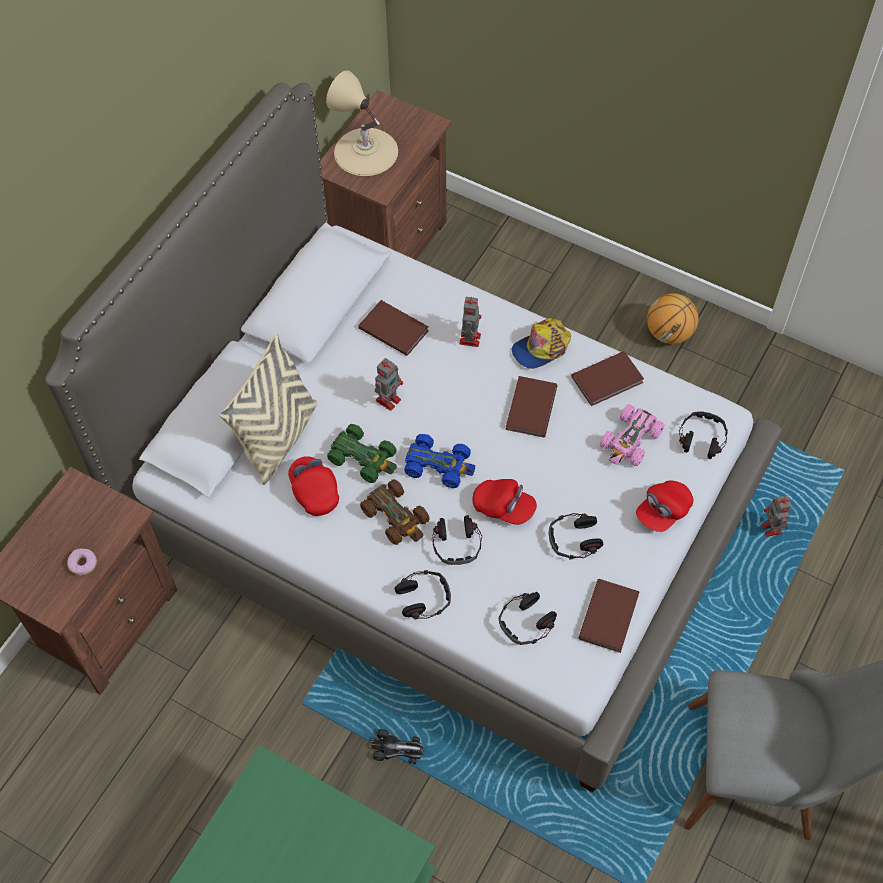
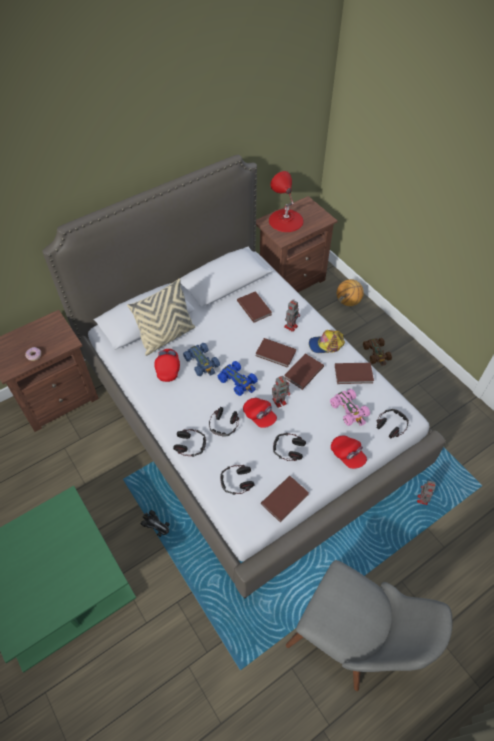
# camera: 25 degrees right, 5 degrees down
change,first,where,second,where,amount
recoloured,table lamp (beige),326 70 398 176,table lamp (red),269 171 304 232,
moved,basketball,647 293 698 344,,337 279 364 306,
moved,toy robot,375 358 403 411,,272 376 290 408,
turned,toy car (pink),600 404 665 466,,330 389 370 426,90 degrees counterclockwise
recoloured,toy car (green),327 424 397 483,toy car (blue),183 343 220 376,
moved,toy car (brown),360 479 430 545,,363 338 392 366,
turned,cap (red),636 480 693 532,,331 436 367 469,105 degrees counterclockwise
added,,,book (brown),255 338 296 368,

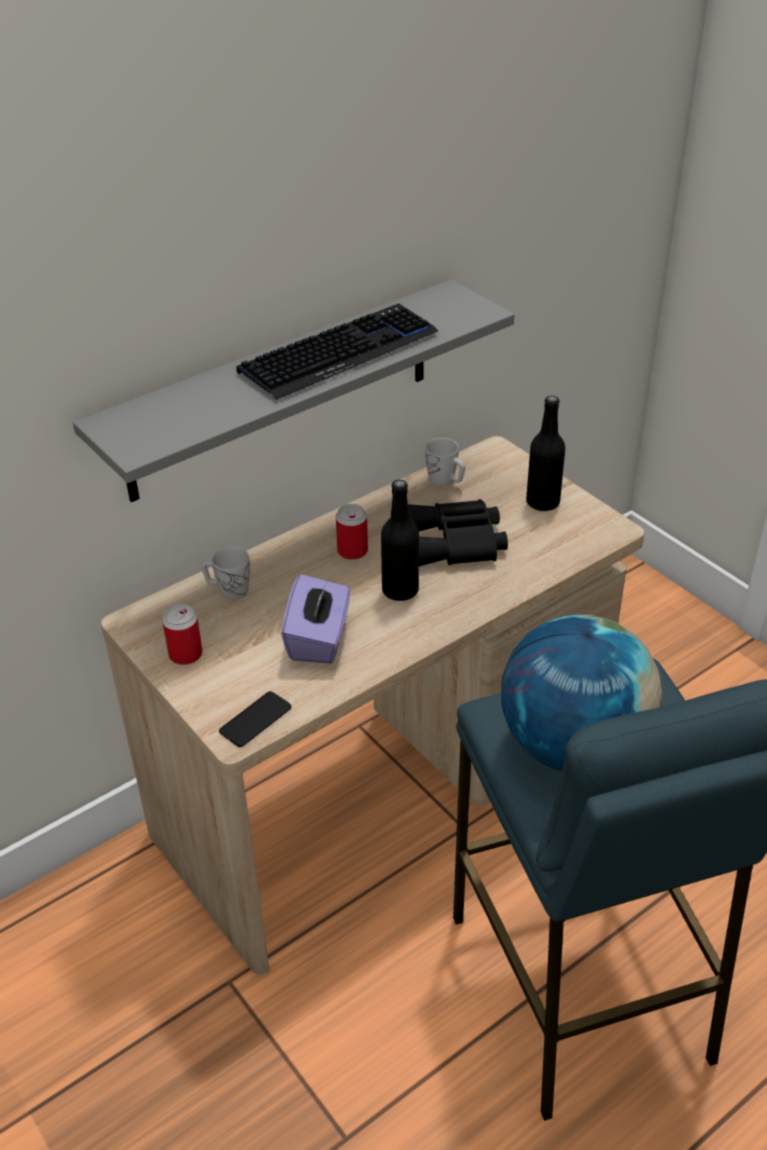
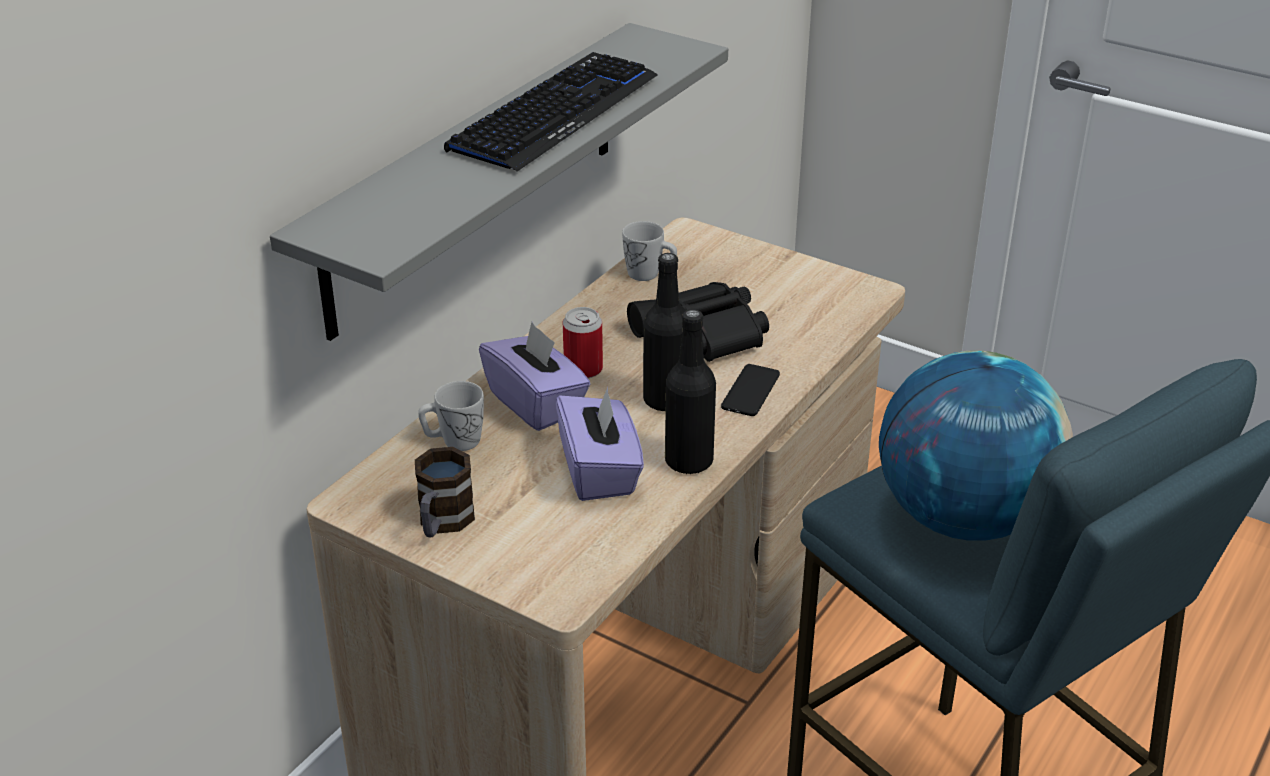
# camera: 20 degrees left, 5 degrees down
change,first,where,second,where,amount
moved,bottle (black),526 396 565 511,,665 309 716 474,
replaced,can,162 604 202 665,mug,415 447 475 537,
moved,phone,219 691 291 747,,721 364 780 416,
added,,,tissue box (purple),479 322 590 431,

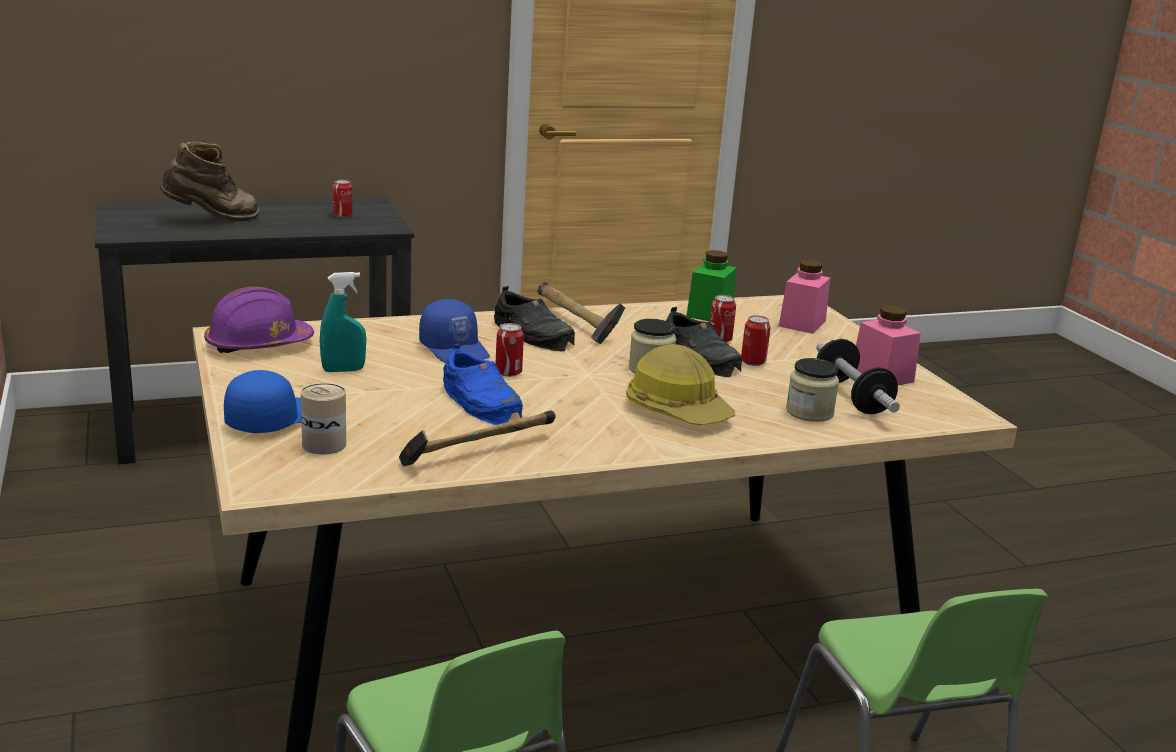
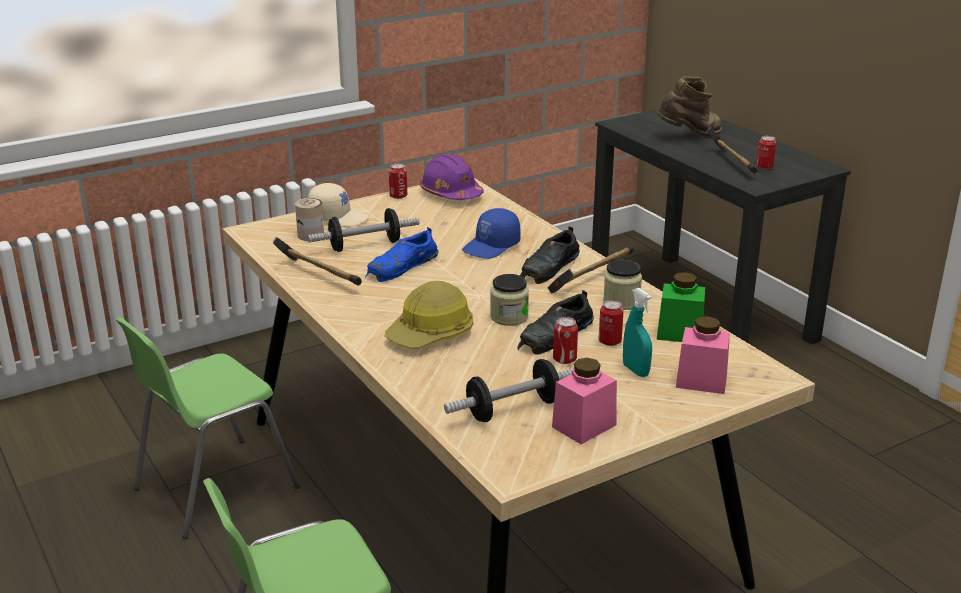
# camera: 80 degrees right, 5 degrees up
change,first,where,second,where,amount
turned,boot (brown),159 142 259 221,,656 76 722 136,75 degrees counterclockwise
moved,spray bottle (turquoise),320 272 366 372,,623 288 652 377,
moved,can,495 323 524 377,,389 163 407 199,
moved,jar,786 358 839 422,,603 260 642 310,
recoloured,cap (blue),224 370 301 433,cap (beige),308 183 369 227,
added,,,hammer,707 127 758 174,
added,,,dumbbell,307 208 419 252,

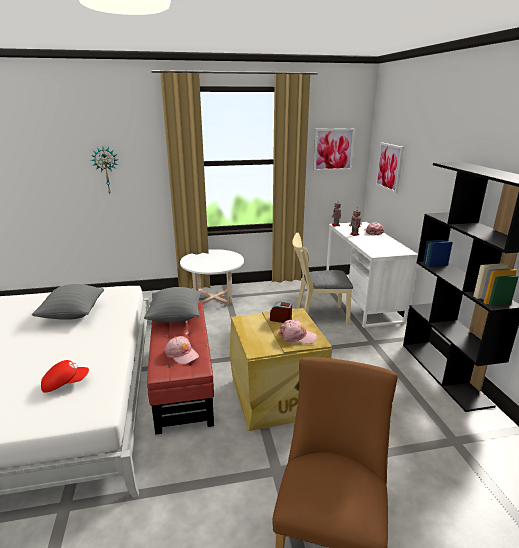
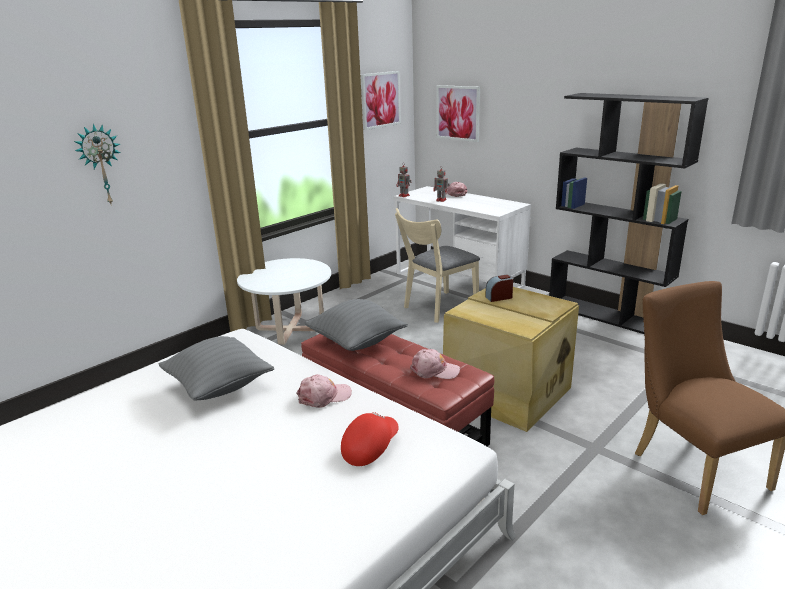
# camera: 35 degrees left, 0 degrees up
change,first,where,second,where,amount
moved,cap (pink),279 320 317 344,,296 374 352 408,

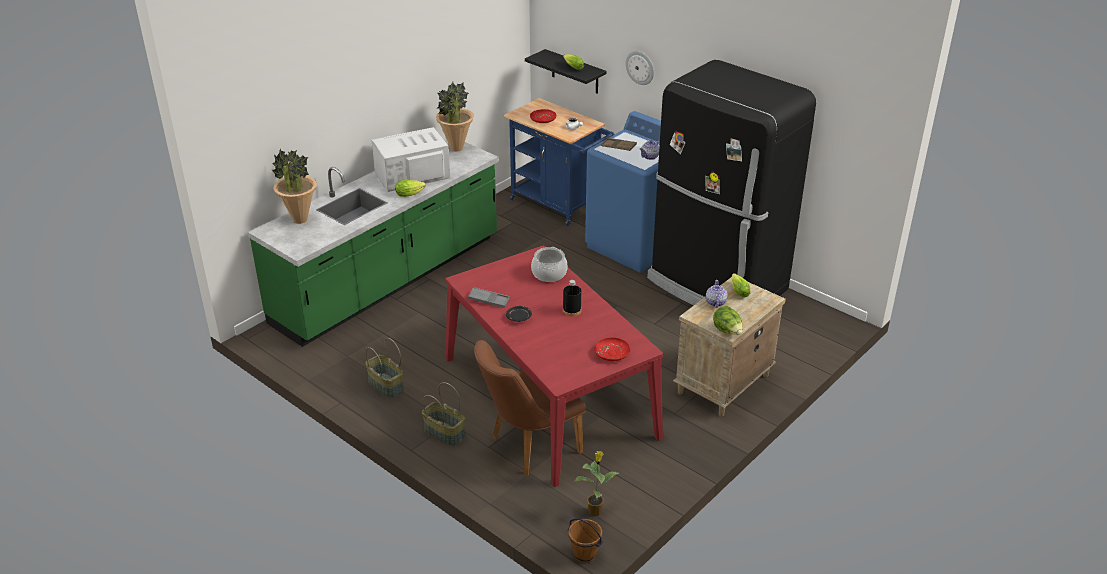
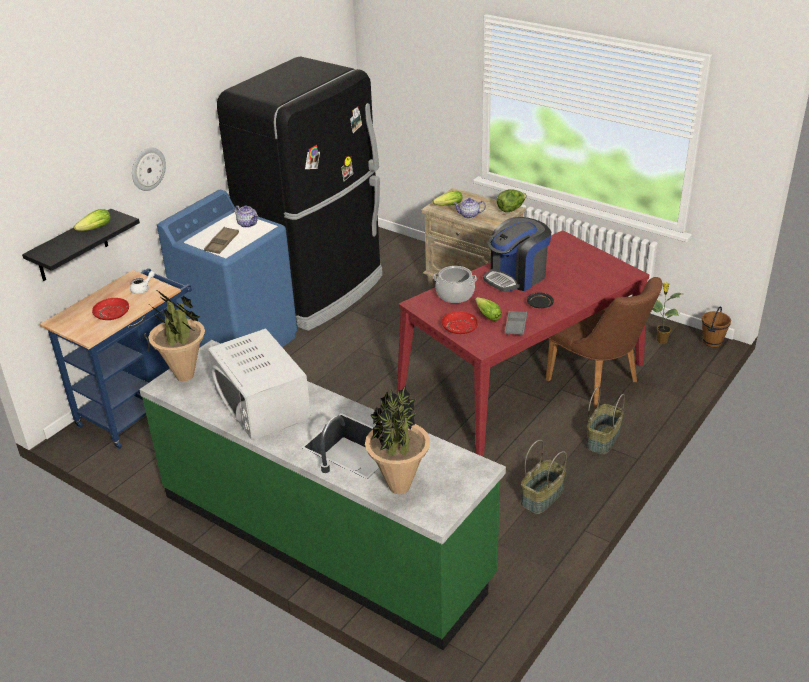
# camera: 95 degrees left, 0 degrees up
change,first,where,second,where,amount
moved,lettuce,395 180 425 197,,475 297 502 321,
replaced,bottle (black),563 280 581 316,coffee machine,483 217 551 292,
moved,plate (red),595 337 630 361,,442 311 478 334,

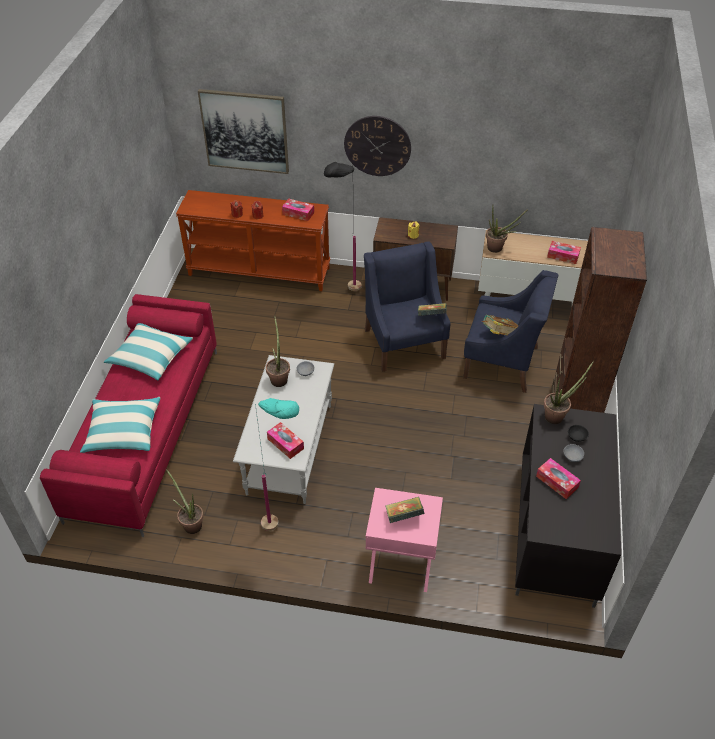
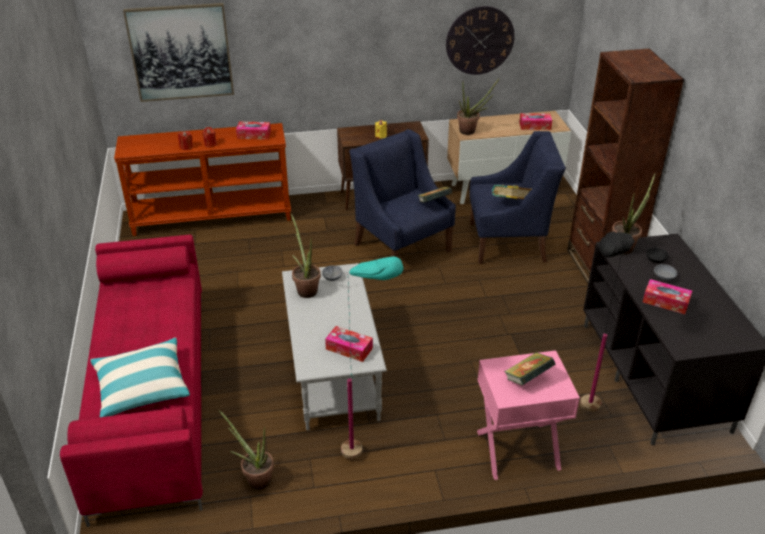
# camera: 20 degrees left, 10 degrees down
change,first,where,second,where,amount
moved,wall clock,344 116 411 176,,446 6 515 75,
moved,floor lamp (black),324 162 362 291,,580 230 635 412,
removed,pillow,104 323 193 380,,,

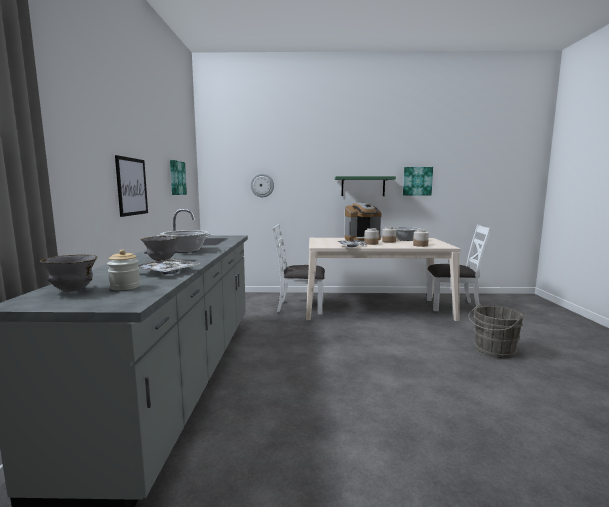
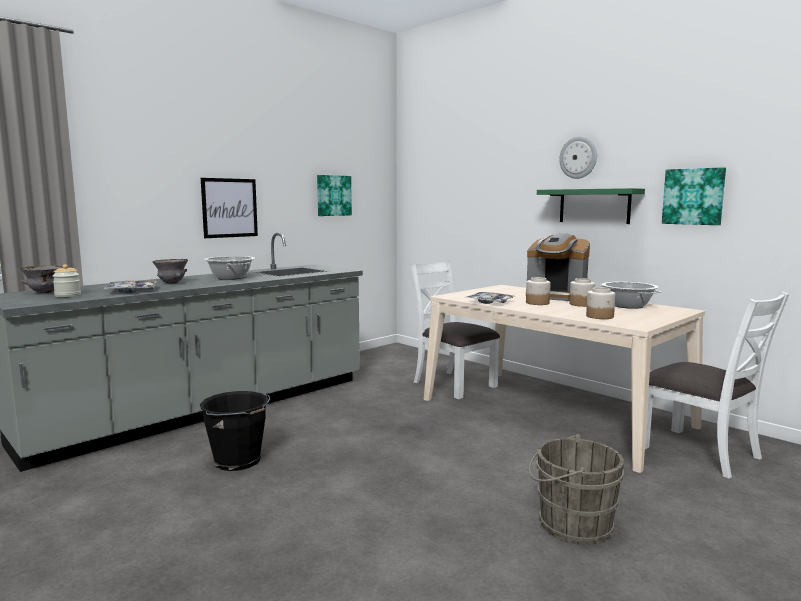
# camera: 45 degrees right, 0 degrees up
change,first,where,second,where,amount
moved,wall clock,250 173 274 197,,559 136 597 179,
added,,,bucket (black),200 391 271 471,

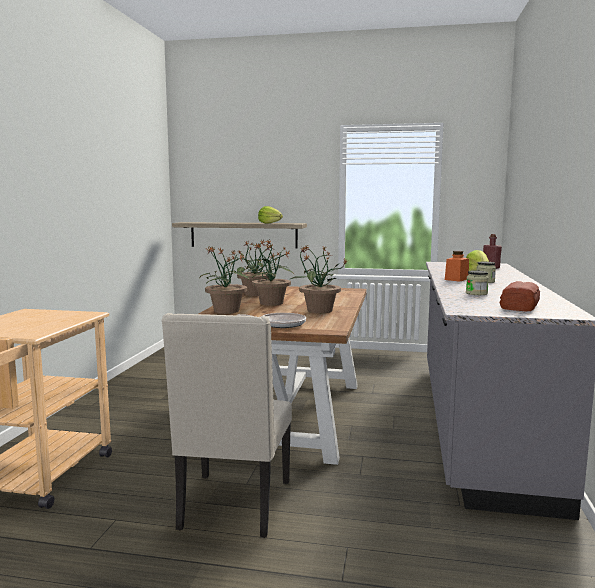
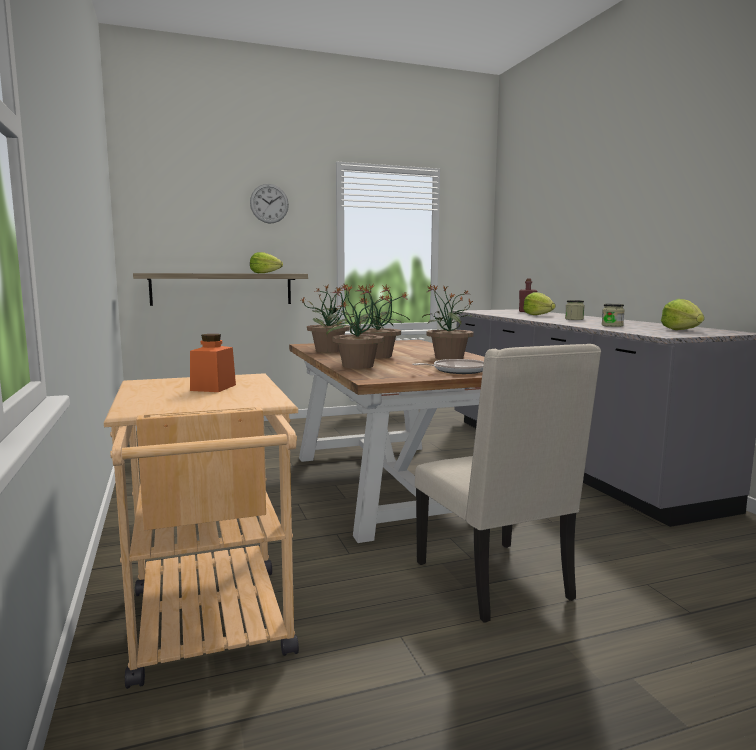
# camera: 30 degrees left, 0 degrees up
change,first,where,second,where,amount
moved,jar (orange),445 251 469 282,,190 334 236 392,
replaced,bread,500 281 540 311,lettuce,661 299 704 330,
added,,,wall clock,250 184 289 224,

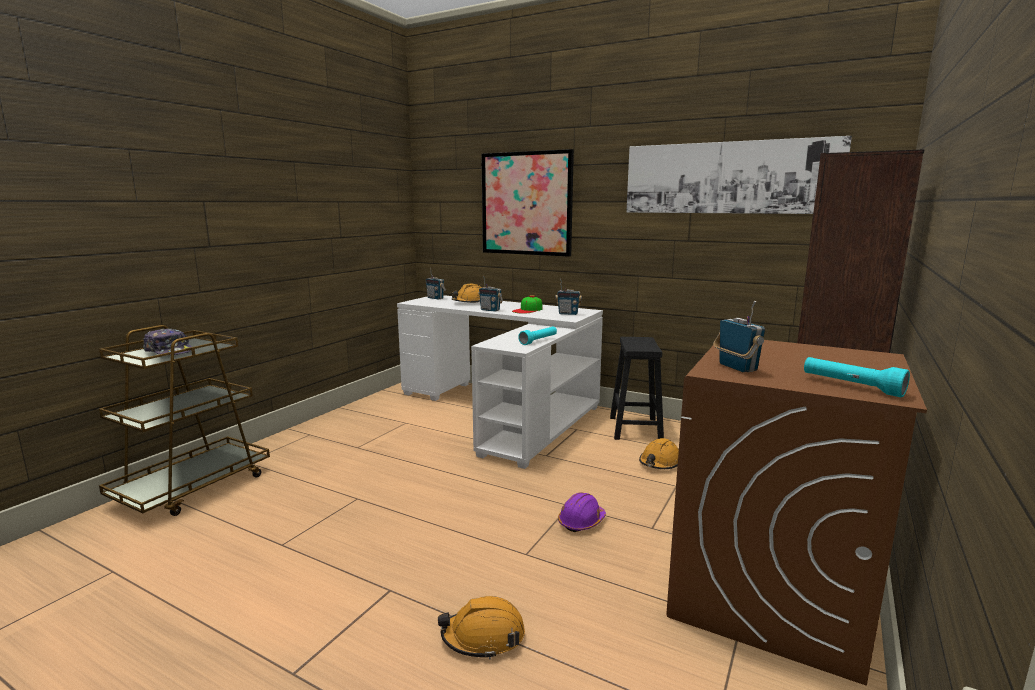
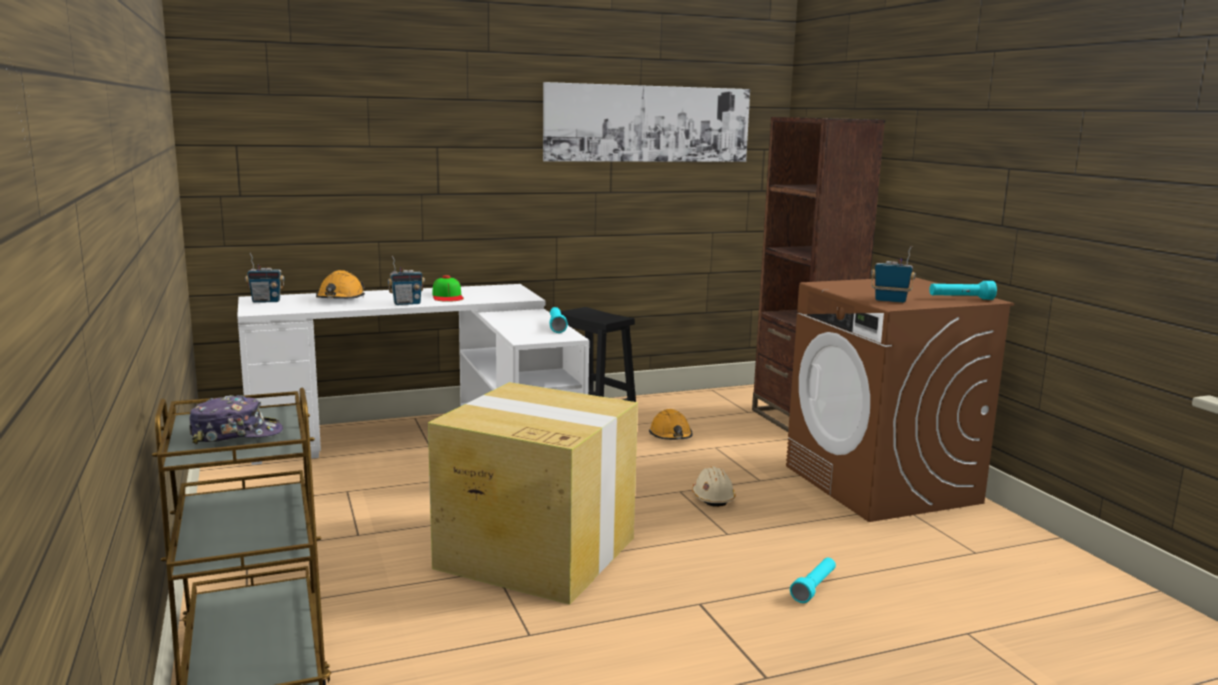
# camera: 50 degrees left, 0 degrees up
change,first,where,second,where,amount
removed,picture,481 149 574 257,,,
removed,radio,555 278 582 315,,,
recoloured,hard hat (purple),558 492 606 532,hard hat (beige),692 467 736 507,
replaced,hard hat (orange),438 596 525 659,flashlight (turquoise),790 558 836 603,
added,,,cardboard box,428 382 638 604,

